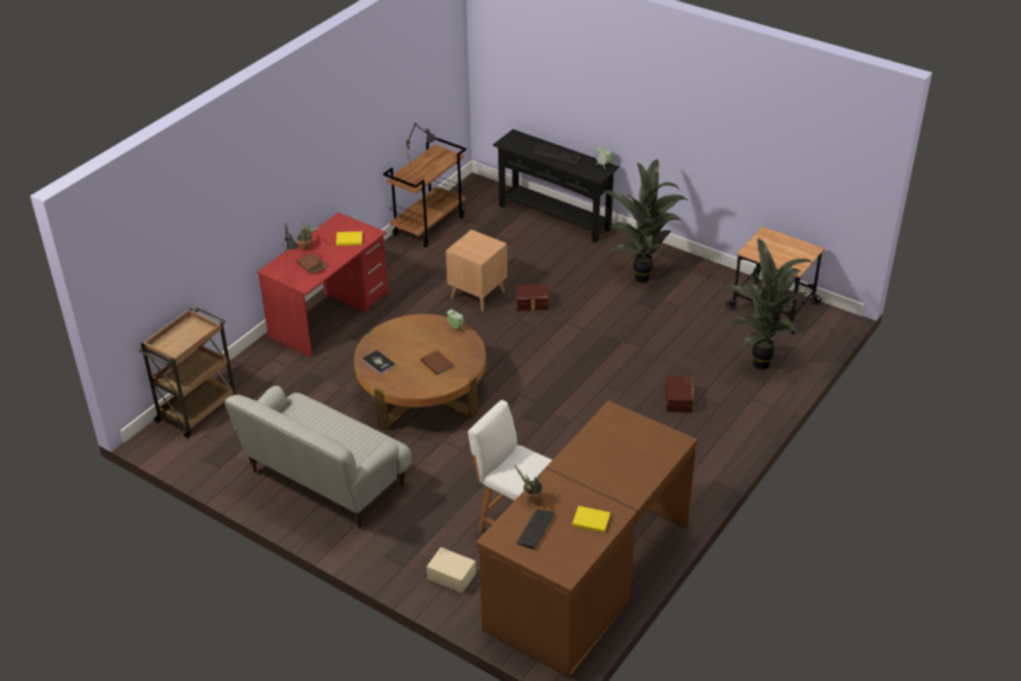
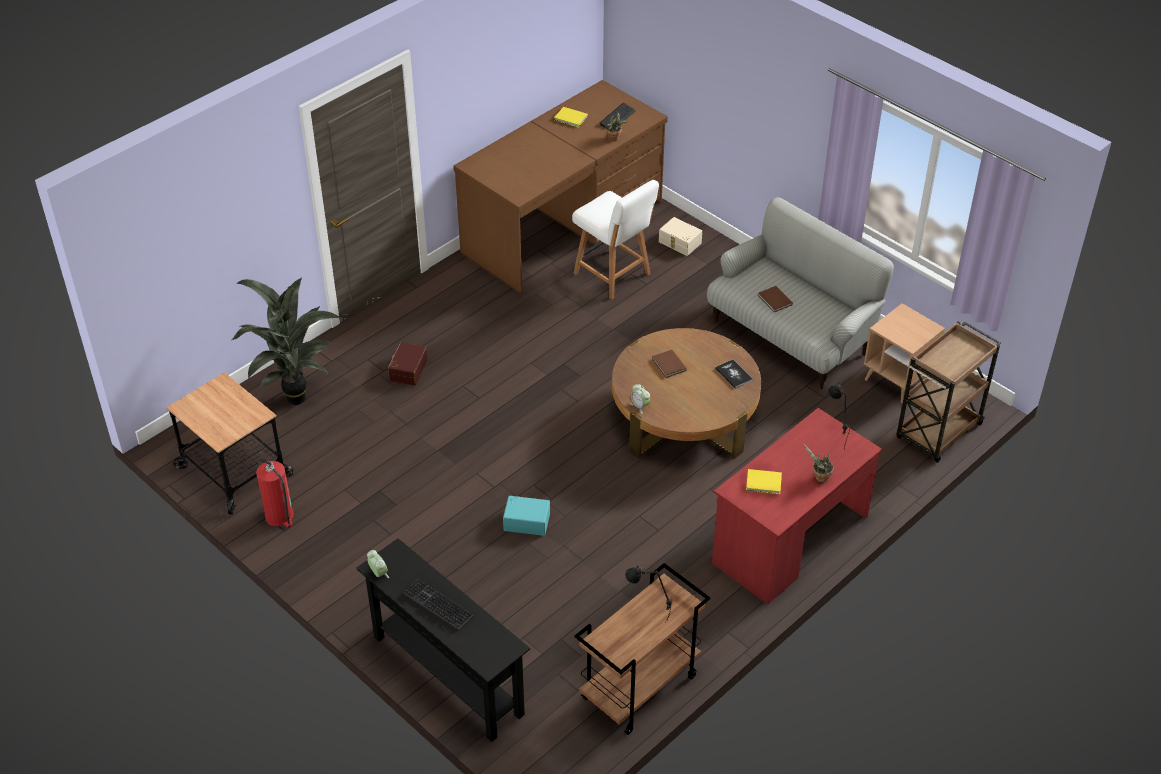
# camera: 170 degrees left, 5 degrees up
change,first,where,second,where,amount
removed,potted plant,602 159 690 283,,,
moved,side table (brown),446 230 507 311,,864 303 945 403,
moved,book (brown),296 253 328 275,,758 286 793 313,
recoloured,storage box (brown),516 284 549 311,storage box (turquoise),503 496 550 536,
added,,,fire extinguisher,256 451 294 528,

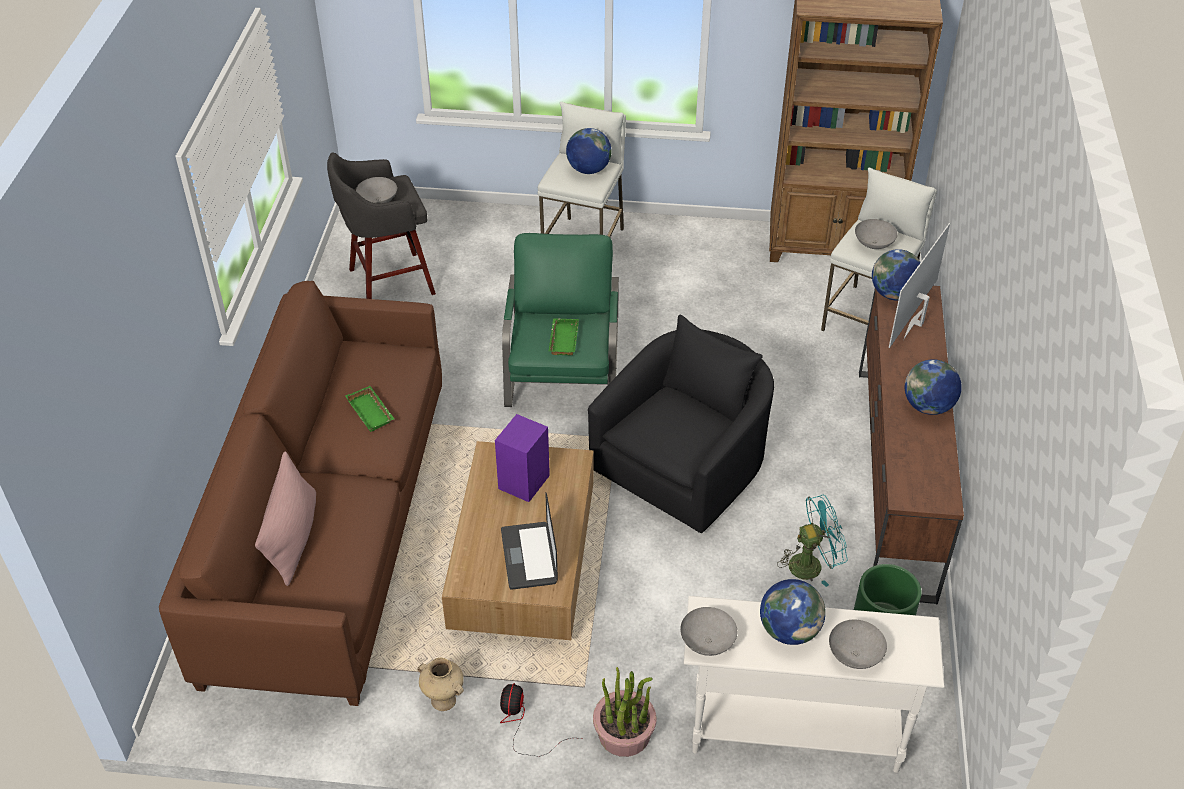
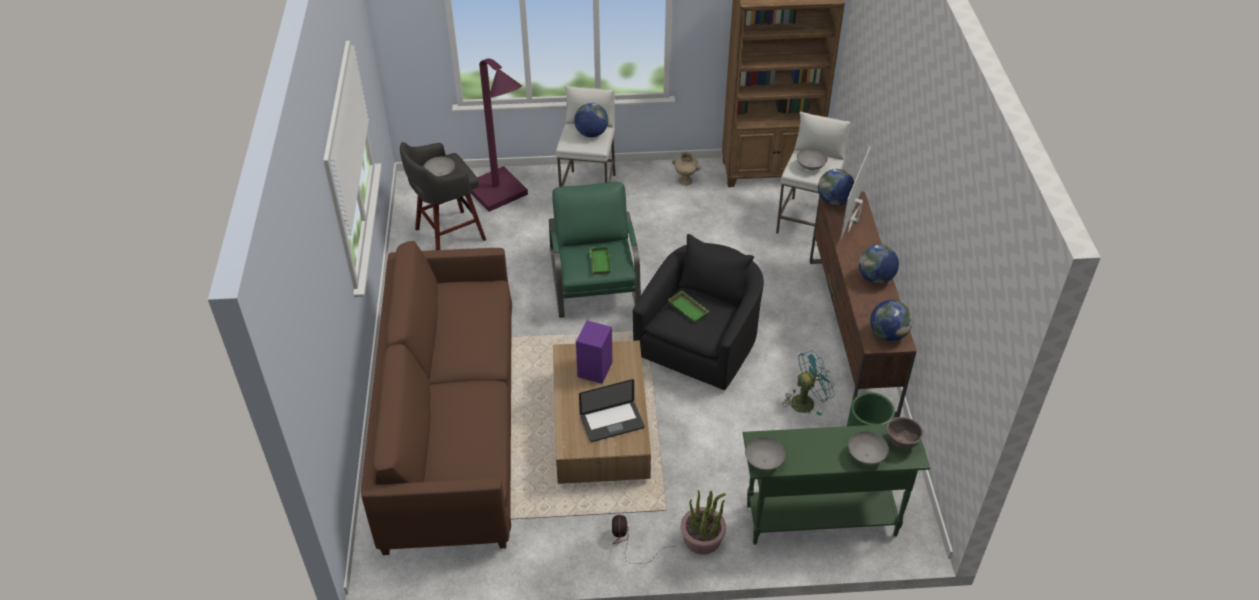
# camera: 10 degrees left, 0 degrees up
change,first,where,second,where,amount
moved,tray (green),345 386 394 432,,668 291 709 323,
removed,pillow (pink),255 451 316 586,,,
turned,laptop,501 492 558 590,,579 379 645 442,90 degrees counterclockwise
moved,globe,760 579 826 645,,870 300 913 341,
recoloured,console table (white),683 596 945 773,console table (green),743 424 930 545,
moved,vase (beige),417 657 464 711,,672 152 700 185,
added,,,floor lamp (purple),471 58 528 212,
added,,,bowl (brown),886 417 923 449,

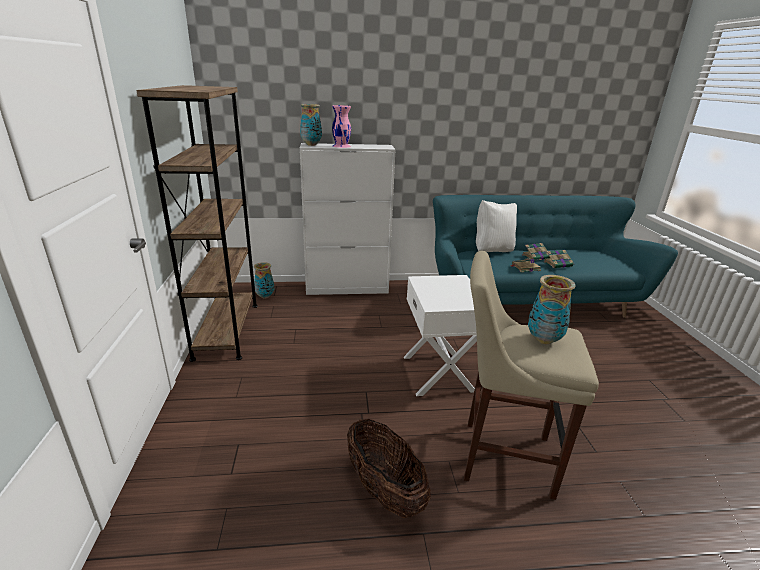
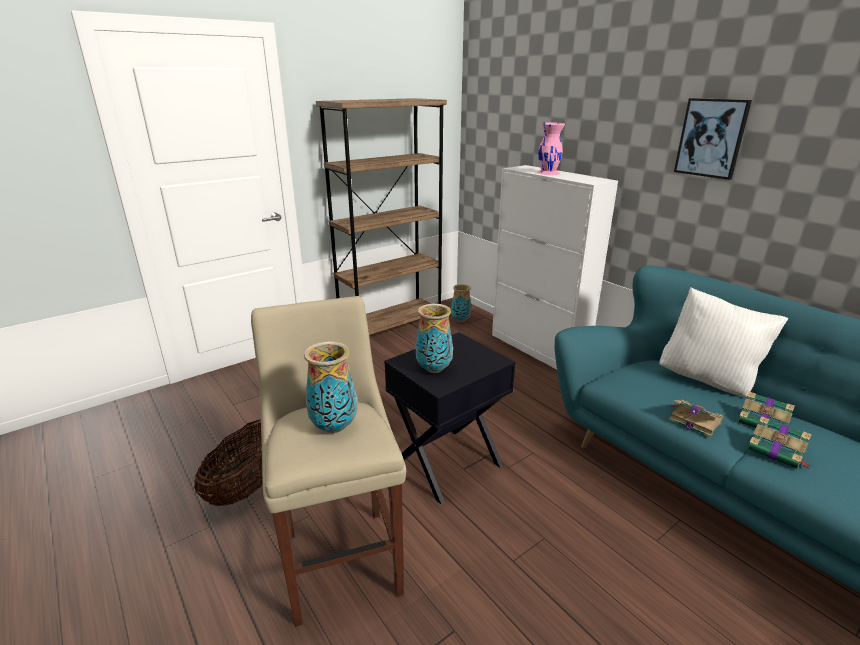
# camera: 60 degrees right, 0 degrees up
change,first,where,second,where,amount
moved,vase,300 104 322 146,,416 304 453 373,
recoloured,side table (white),404 275 477 396,side table (black),384 332 516 505,
added,,,picture,674 98 752 180,

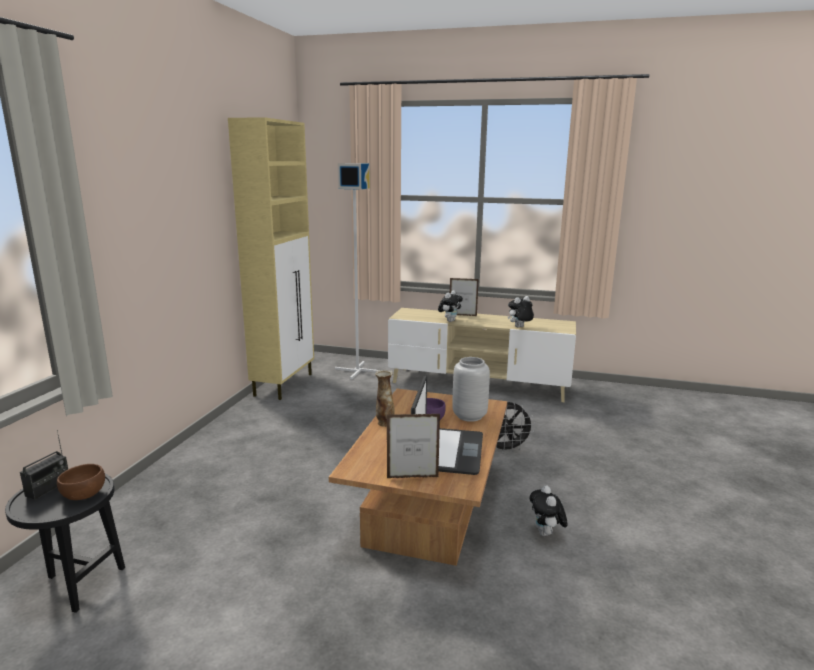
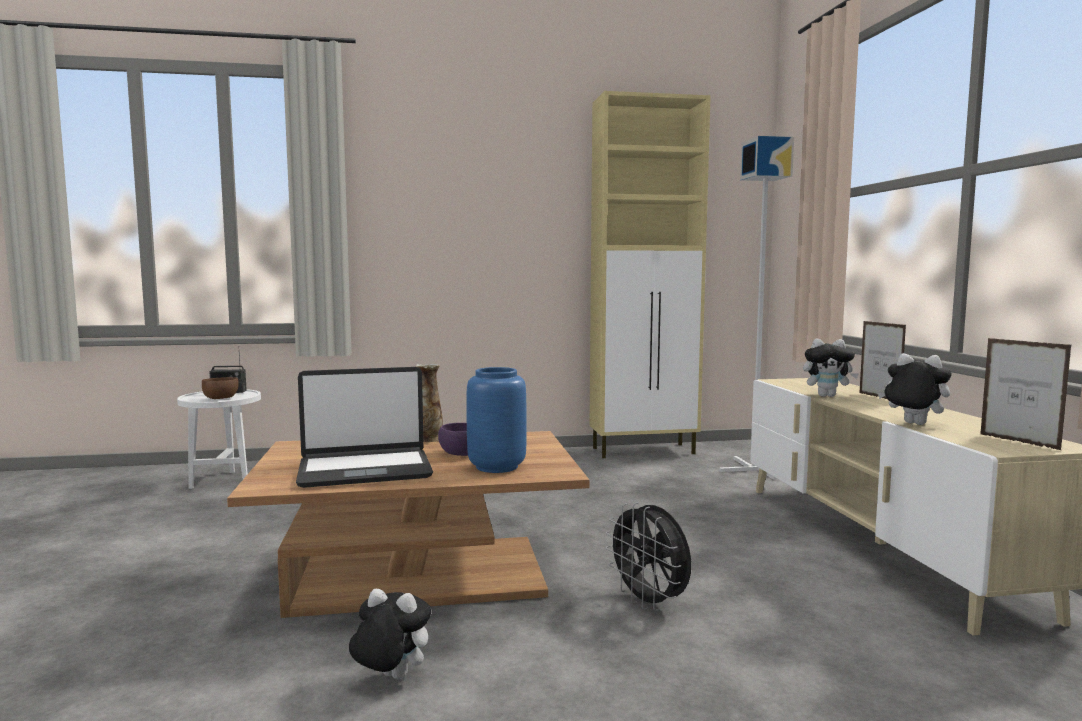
# camera: 65 degrees right, 10 degrees down
change,first,where,second,where,amount
recoloured,vase (grey),452 357 490 422,vase (blue),466 367 527 473,
moved,picture frame,387 414 440 478,,980 338 1072 451,
recoloured,side table (black),5 474 125 613,side table (white),177 389 261 489,
turned,plush toy,530 485 568 536,,349 589 431 679,45 degrees clockwise

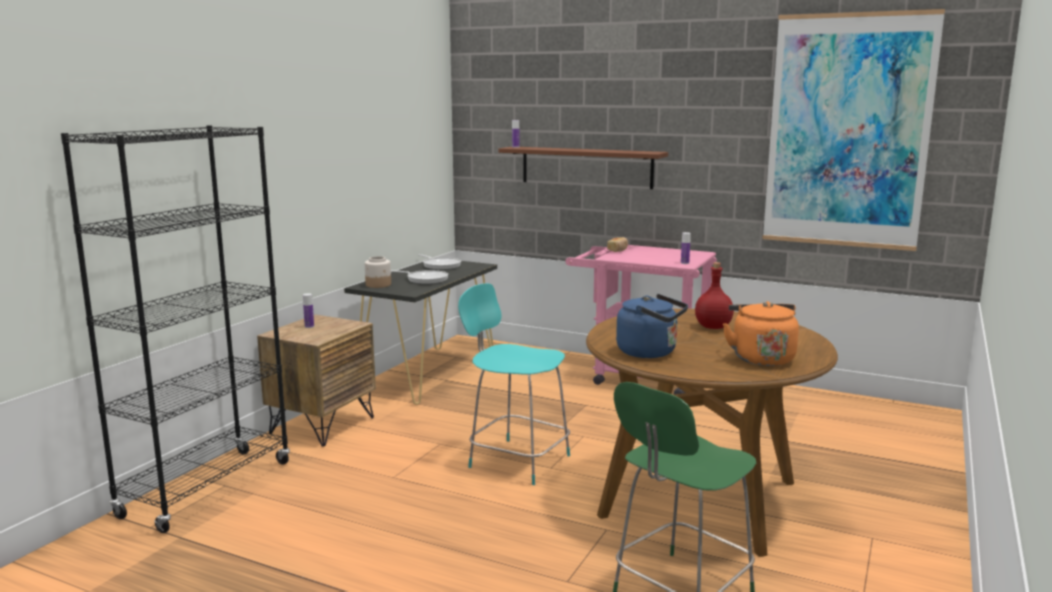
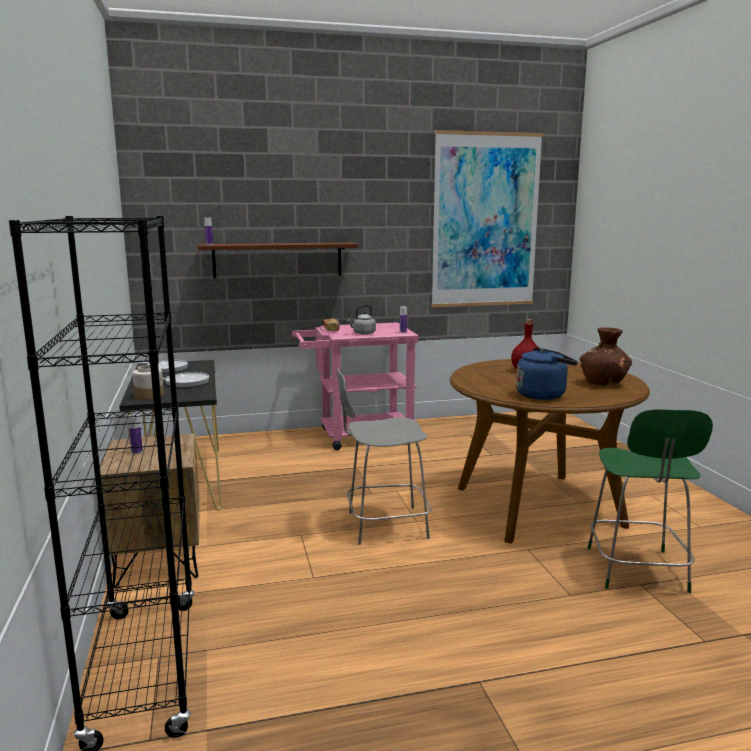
# camera: 40 degrees left, 0 degrees up
change,first,where,second,where,amount
recoloured,chair (turquoise),458 283 570 485,chair (grey),337 368 432 545,
replaced,kettle (orange),723 301 799 366,vase (brown),580 327 632 386,
added,,,kettle (grey),347 305 376 334,

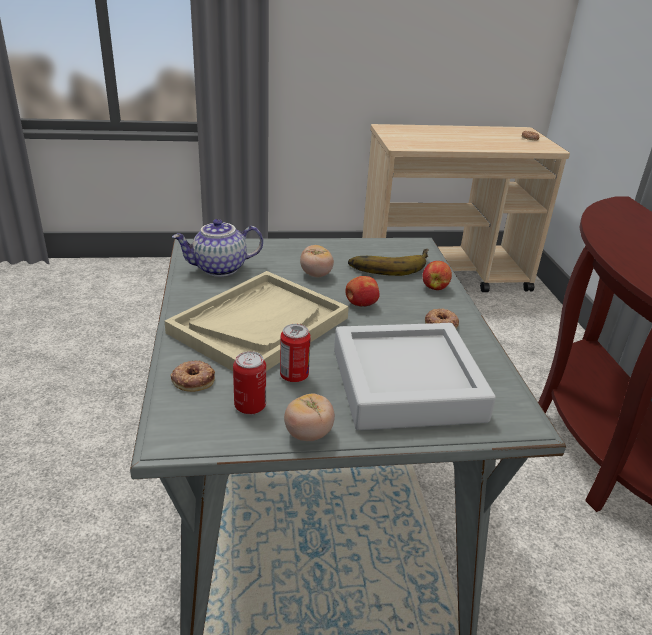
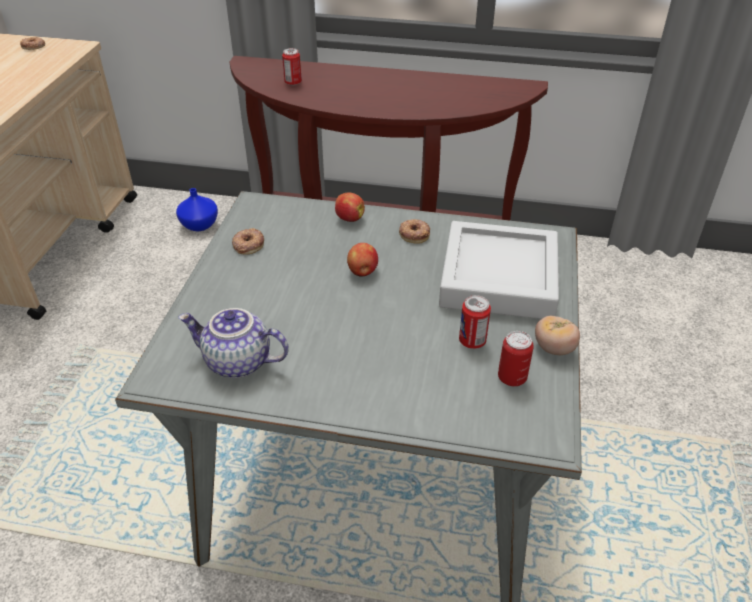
# camera: 70 degrees left, 10 degrees up
change,first,where,second,where,amount
turned,teapot,172 219 263 277,,178 308 289 378,105 degrees clockwise
removed,tomato,300 245 334 277,,,
removed,banana,348 249 429 276,,,
removed,tray (beige),165 271 349 371,,,
moved,donut,170 360 215 392,,232 228 264 255,
added,,,can,282 48 302 86,
added,,,vase (blue),176 188 218 231,

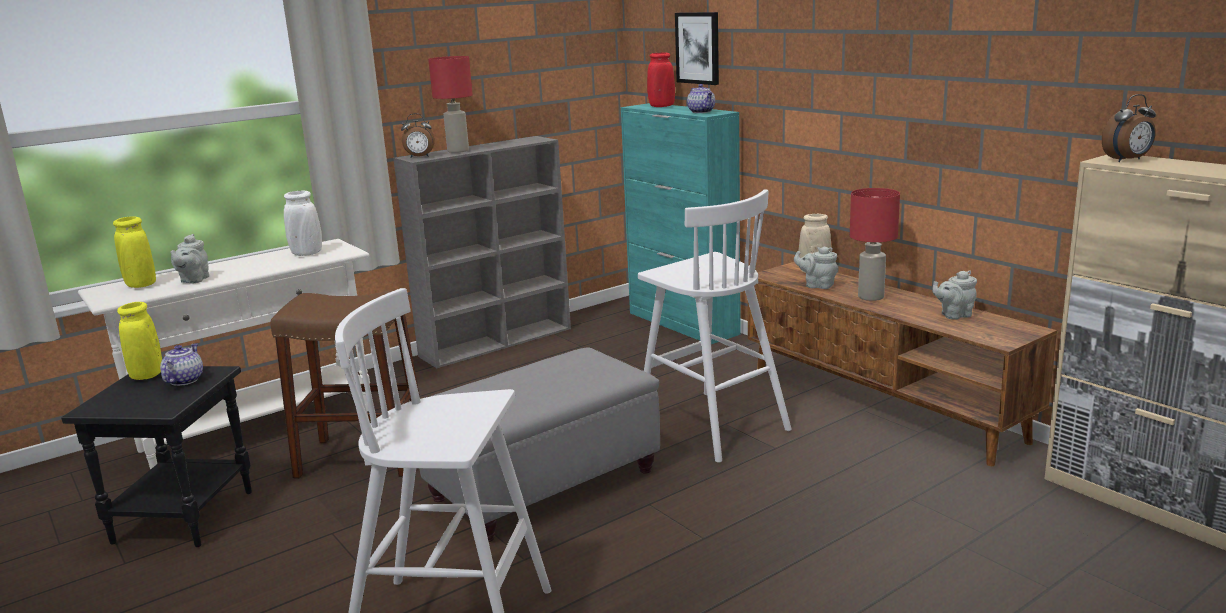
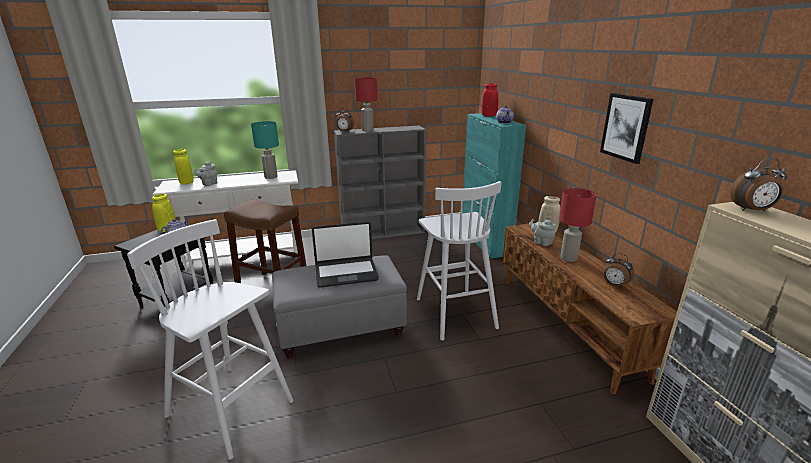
# camera: 20 degrees right, 5 degrees up
change,first,where,second,where,amount
moved,picture,675 12 719 85,,600 93 653 164,
replaced,vase (white),284 191 322 256,table lamp (turquoise),251 121 279 179,
replaced,teapot (grey),932 271 977 319,alarm clock,604 253 634 288,
added,,,laptop,312 222 379 288,

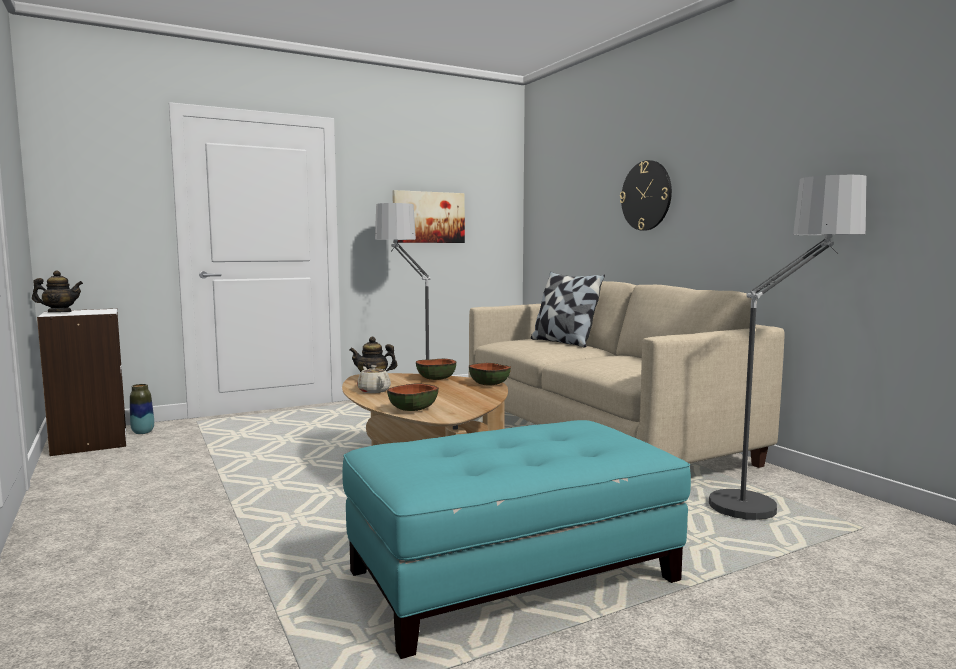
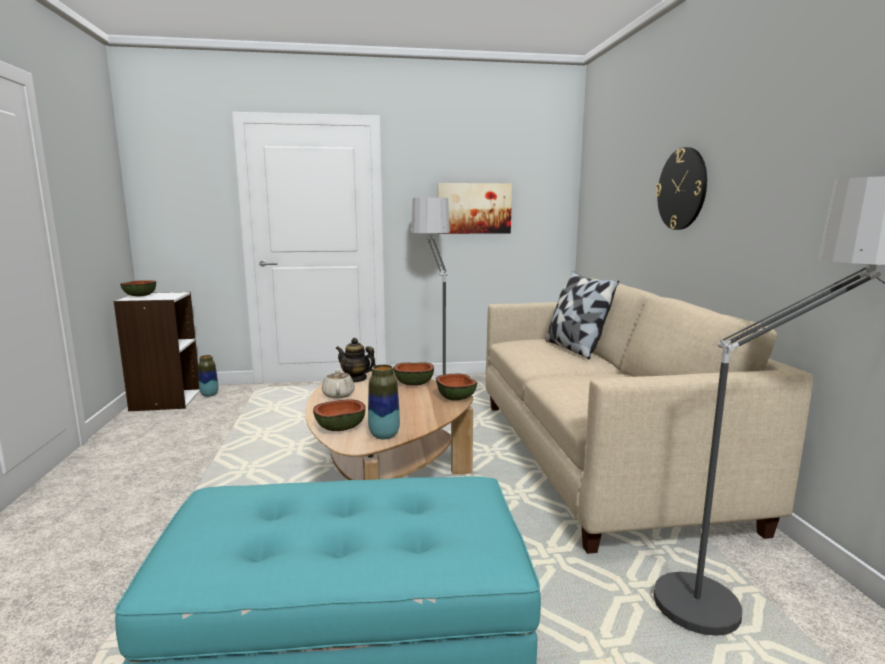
# camera: 20 degrees right, 5 degrees up
change,first,where,second,where,amount
replaced,teapot,32 270 83 312,bowl,120 280 156 296,
added,,,vase,368 364 400 439,

